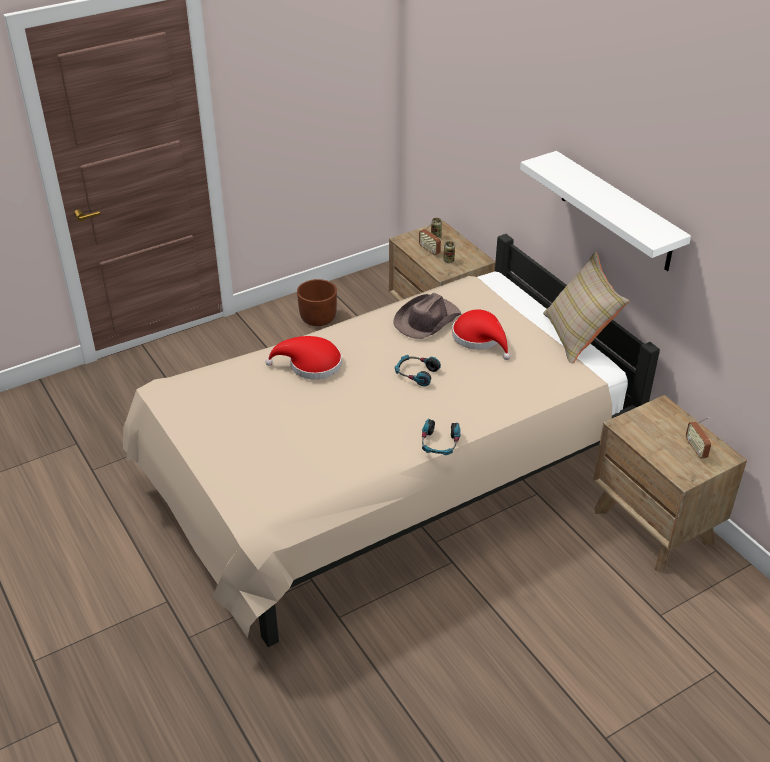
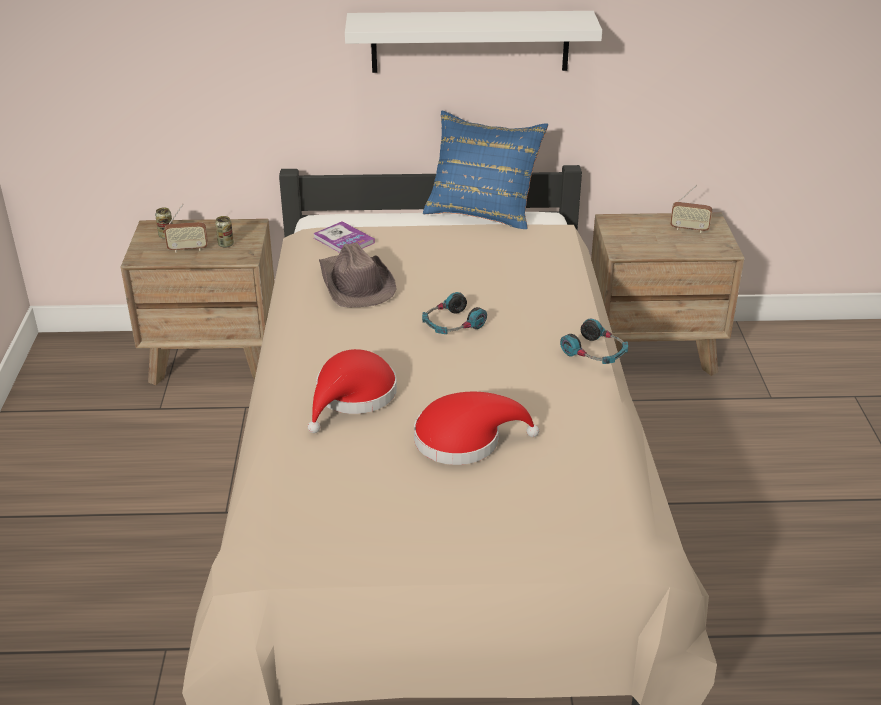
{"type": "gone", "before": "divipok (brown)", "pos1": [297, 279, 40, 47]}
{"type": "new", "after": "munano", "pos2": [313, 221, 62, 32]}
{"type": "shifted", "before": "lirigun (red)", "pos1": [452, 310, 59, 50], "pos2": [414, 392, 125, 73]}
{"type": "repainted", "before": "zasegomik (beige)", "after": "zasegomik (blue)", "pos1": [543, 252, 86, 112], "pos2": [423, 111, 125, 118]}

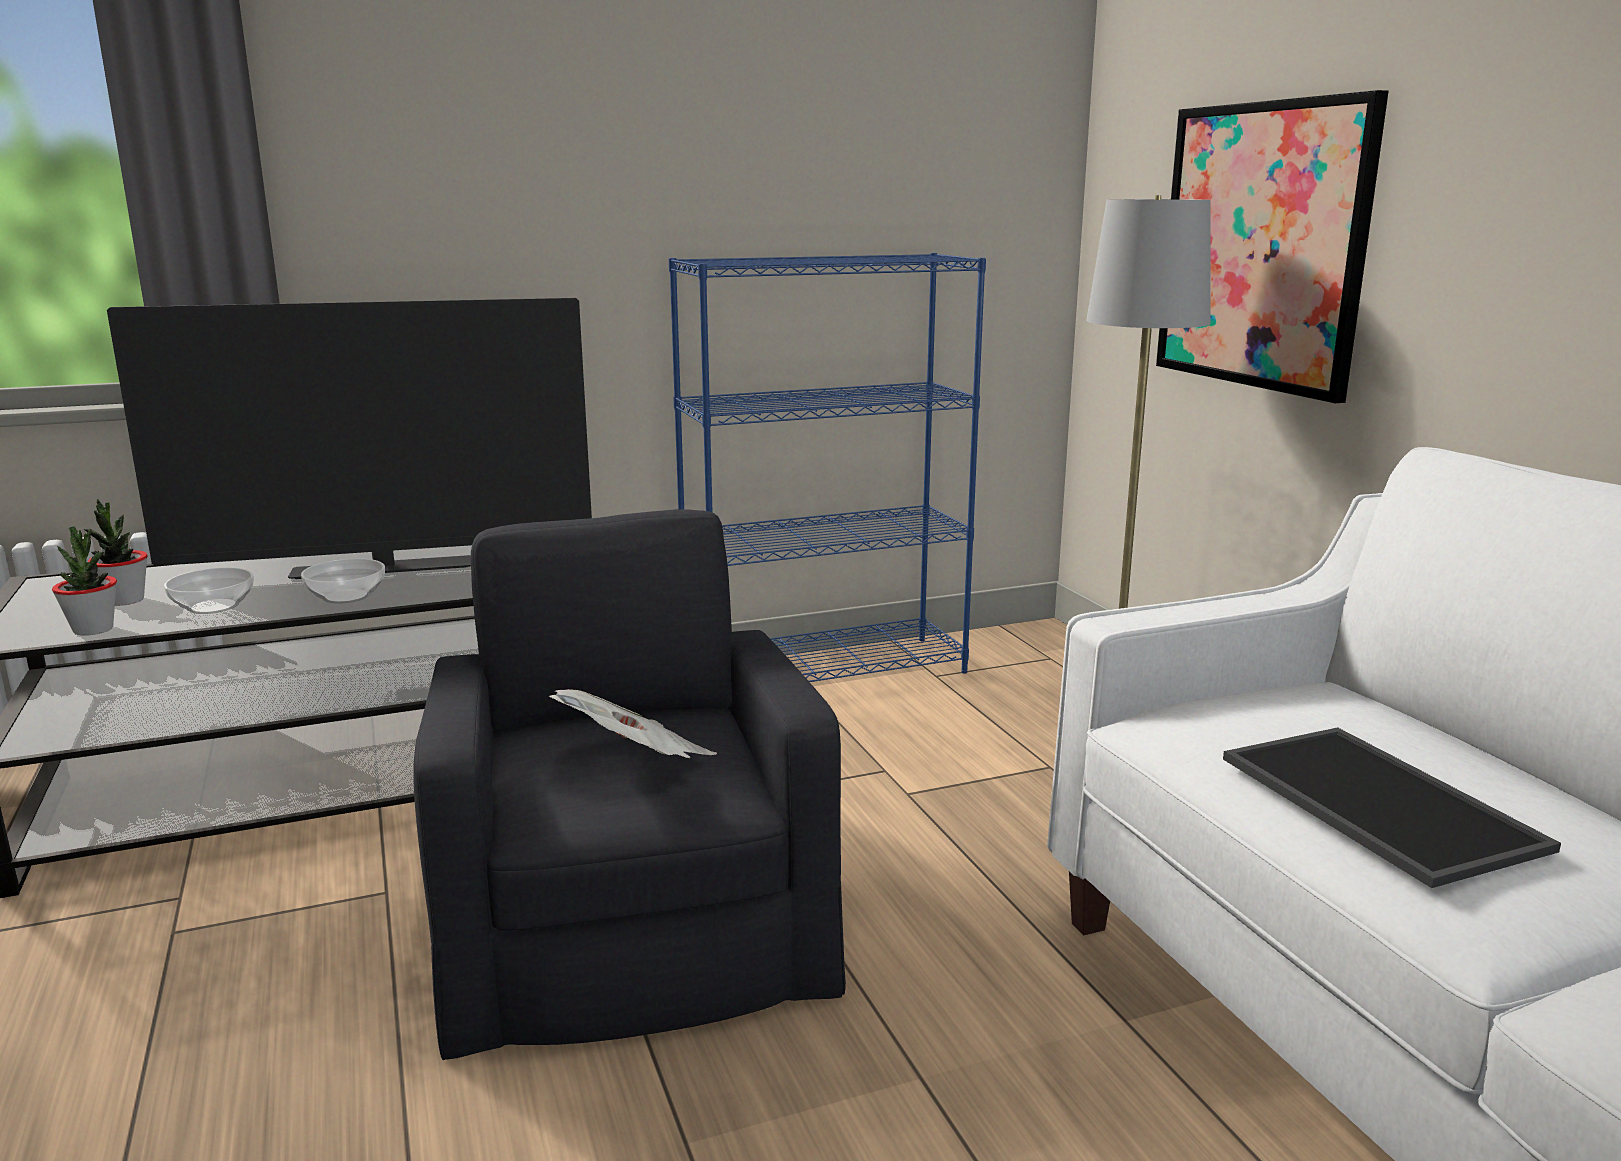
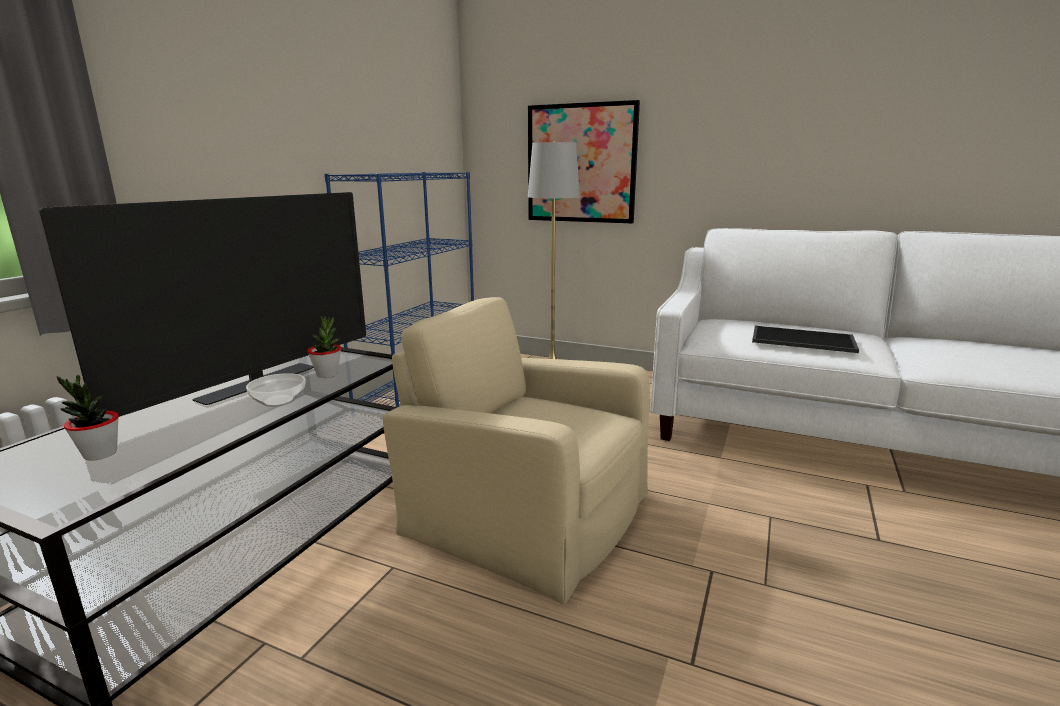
{"type": "gone", "before": "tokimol", "pos1": [164, 567, 90, 47]}
{"type": "gone", "before": "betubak", "pos1": [549, 689, 168, 69]}
{"type": "shifted", "before": "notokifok", "pos1": [52, 526, 65, 110], "pos2": [307, 315, 34, 63]}
{"type": "repainted", "before": "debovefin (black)", "after": "debovefin (beige)", "pos1": [414, 509, 432, 551], "pos2": [383, 297, 267, 307]}

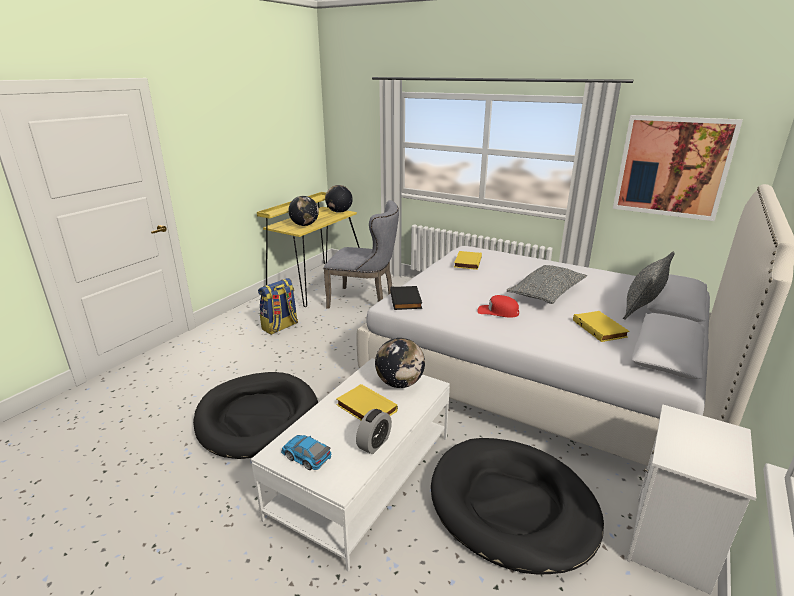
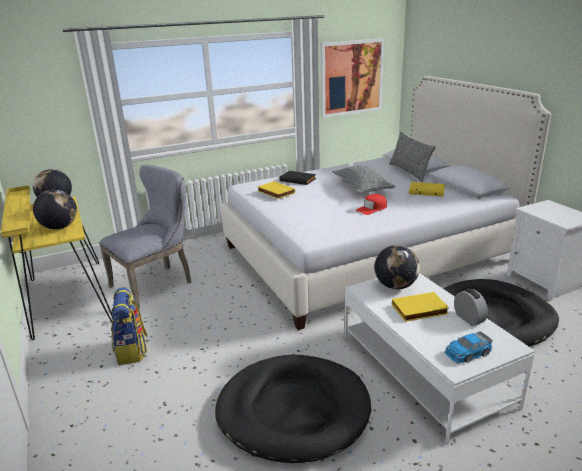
{"type": "shifted", "before": "munano (black)", "pos1": [390, 286, 32, 24], "pos2": [279, 171, 37, 14]}

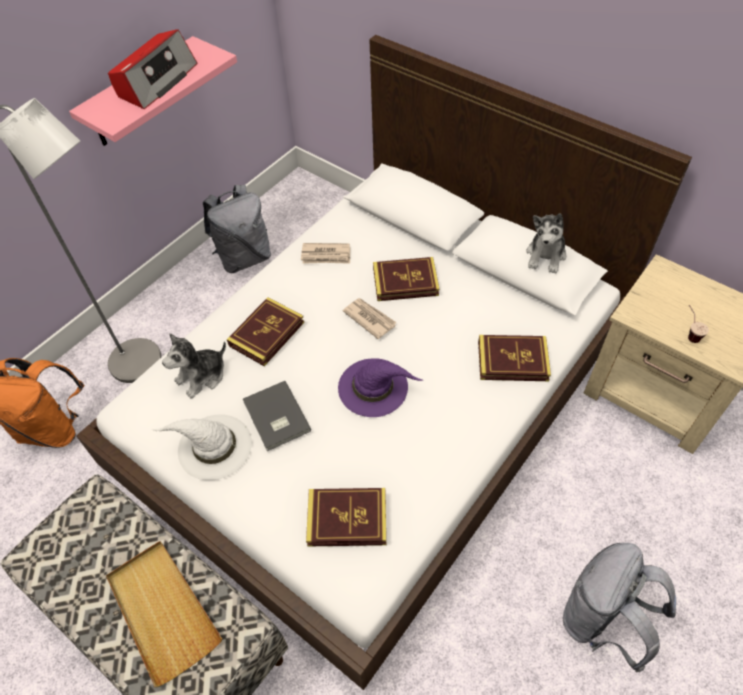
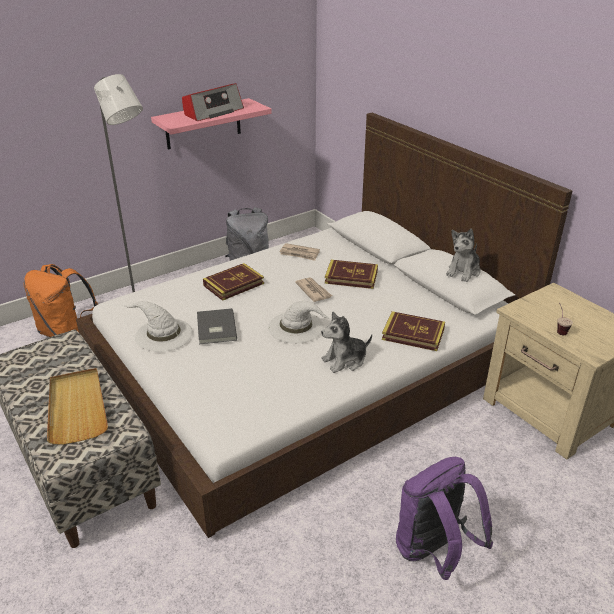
{"type": "gone", "before": "munano", "pos1": [306, 488, 80, 58]}
{"type": "shifted", "before": "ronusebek", "pos1": [162, 333, 64, 66], "pos2": [321, 311, 51, 62]}
{"type": "repainted", "before": "lirigun (purple)", "after": "lirigun (white)", "pos1": [338, 358, 85, 59], "pos2": [268, 301, 62, 43]}
{"type": "repainted", "before": "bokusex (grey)", "after": "bokusex (purple)", "pos1": [563, 543, 113, 130], "pos2": [396, 457, 97, 123]}

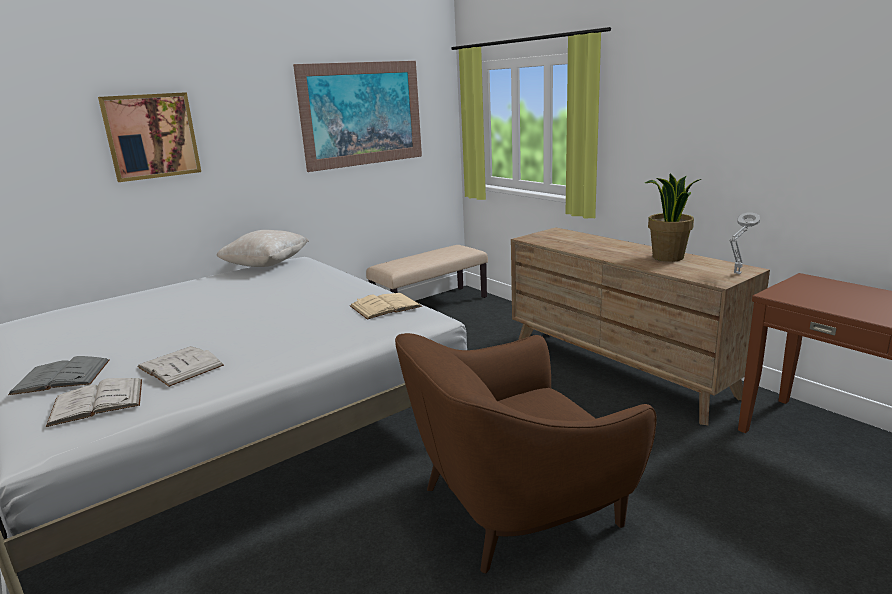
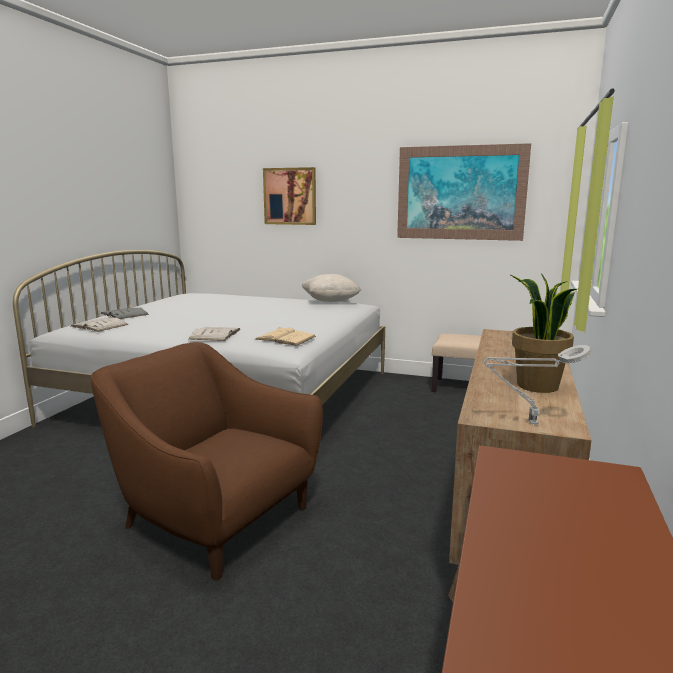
{"type": "shifted", "before": "munano (white)", "pos1": [137, 346, 87, 41], "pos2": [188, 327, 53, 14]}

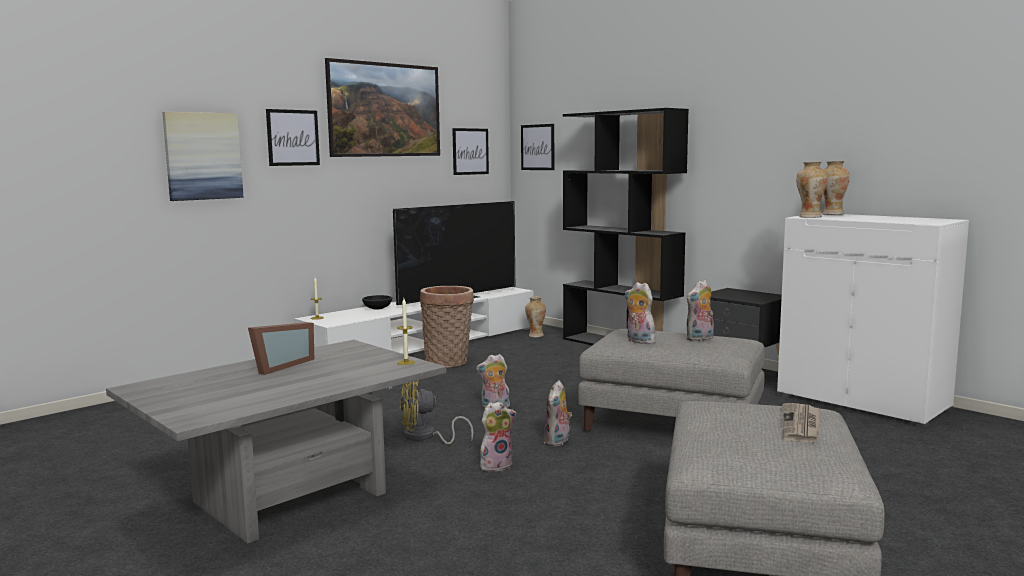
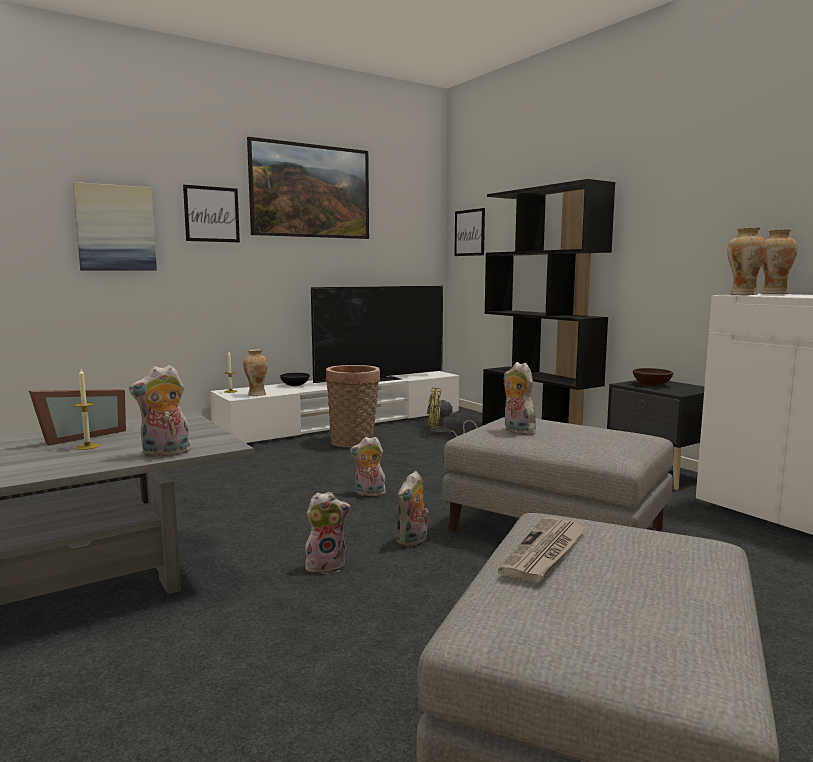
{"type": "gone", "before": "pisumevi", "pos1": [452, 128, 37, 47]}
{"type": "new", "after": "tokimol (brown)", "pos2": [633, 368, 41, 18]}
{"type": "shifted", "before": "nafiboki", "pos1": [397, 299, 18, 66], "pos2": [74, 369, 26, 81]}
{"type": "shifted", "before": "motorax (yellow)", "pos1": [400, 380, 74, 65], "pos2": [427, 387, 51, 50]}
{"type": "shifted", "before": "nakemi", "pos1": [525, 296, 21, 41], "pos2": [243, 349, 25, 47]}
{"type": "shifted", "before": "ronusebek", "pos1": [687, 280, 27, 61], "pos2": [129, 365, 62, 93]}
{"type": "shifted", "before": "betubak", "pos1": [782, 403, 37, 40], "pos2": [498, 517, 89, 66]}

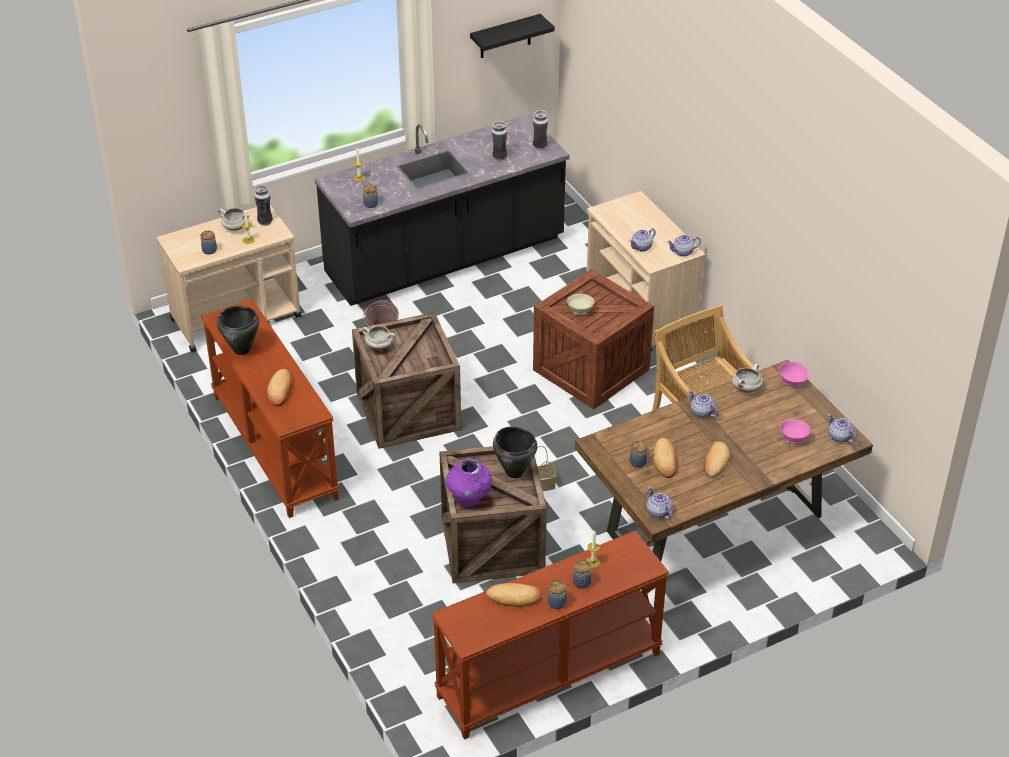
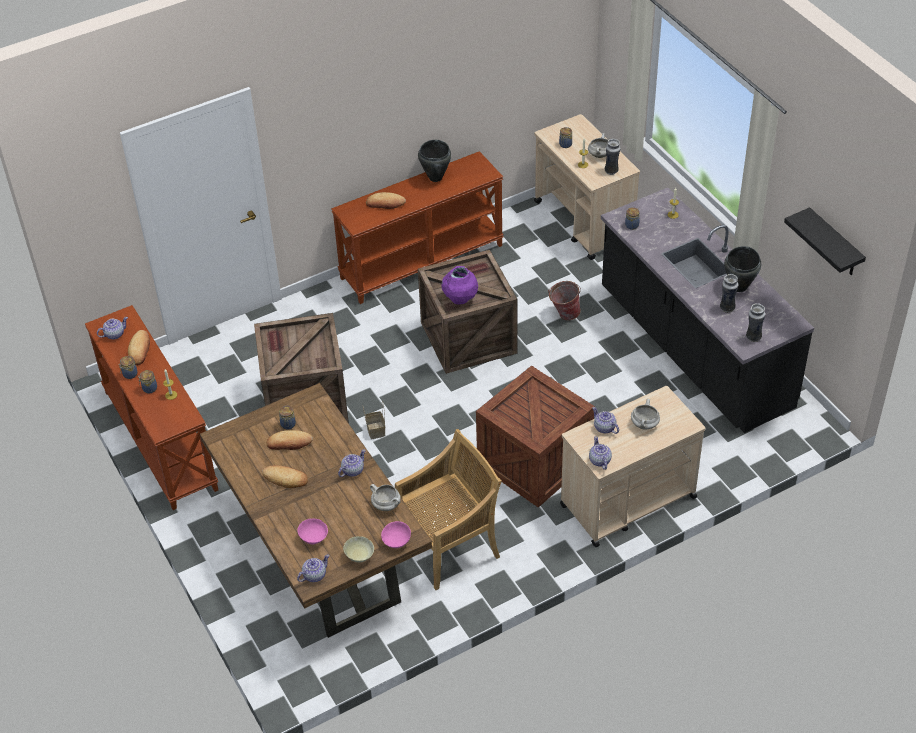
{"type": "shifted", "before": "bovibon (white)", "pos1": [362, 326, 33, 24], "pos2": [631, 399, 29, 30]}
{"type": "shifted", "before": "nakemi (purple)", "pos1": [446, 458, 46, 49], "pos2": [441, 266, 37, 39]}
{"type": "shifted", "before": "bovibon (black)", "pos1": [493, 426, 44, 52], "pos2": [724, 246, 37, 46]}
{"type": "shifted", "before": "tokimol (beige)", "pos1": [567, 294, 28, 21], "pos2": [343, 536, 31, 27]}
{"type": "shifted", "before": "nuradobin", "pos1": [647, 487, 26, 33], "pos2": [97, 317, 31, 22]}

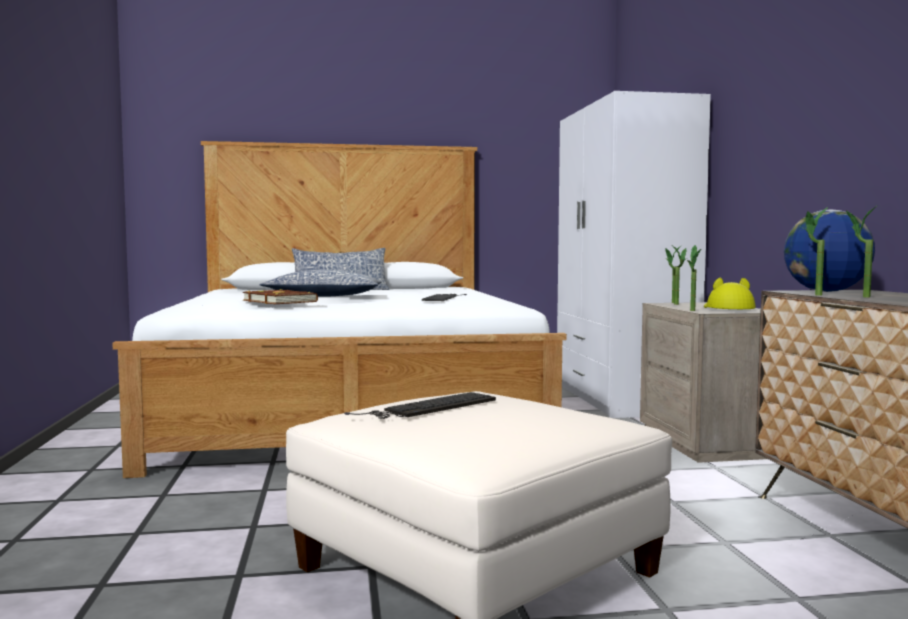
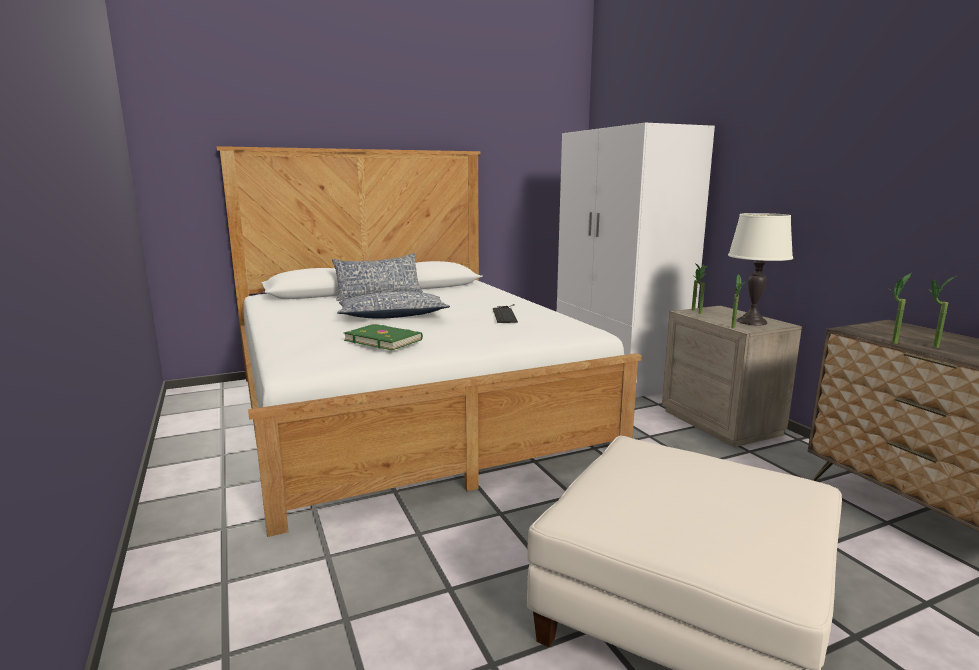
{"type": "gone", "before": "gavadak", "pos1": [344, 392, 152, 27]}
{"type": "gone", "before": "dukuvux", "pos1": [784, 209, 91, 83]}
{"type": "swapped", "before": "lirigun (yellow)", "after": "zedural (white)", "pos1": [704, 278, 52, 31], "pos2": [728, 213, 65, 113]}
{"type": "repainted", "before": "munano (brown)", "after": "munano (green)", "pos1": [243, 289, 75, 15], "pos2": [344, 324, 79, 26]}

